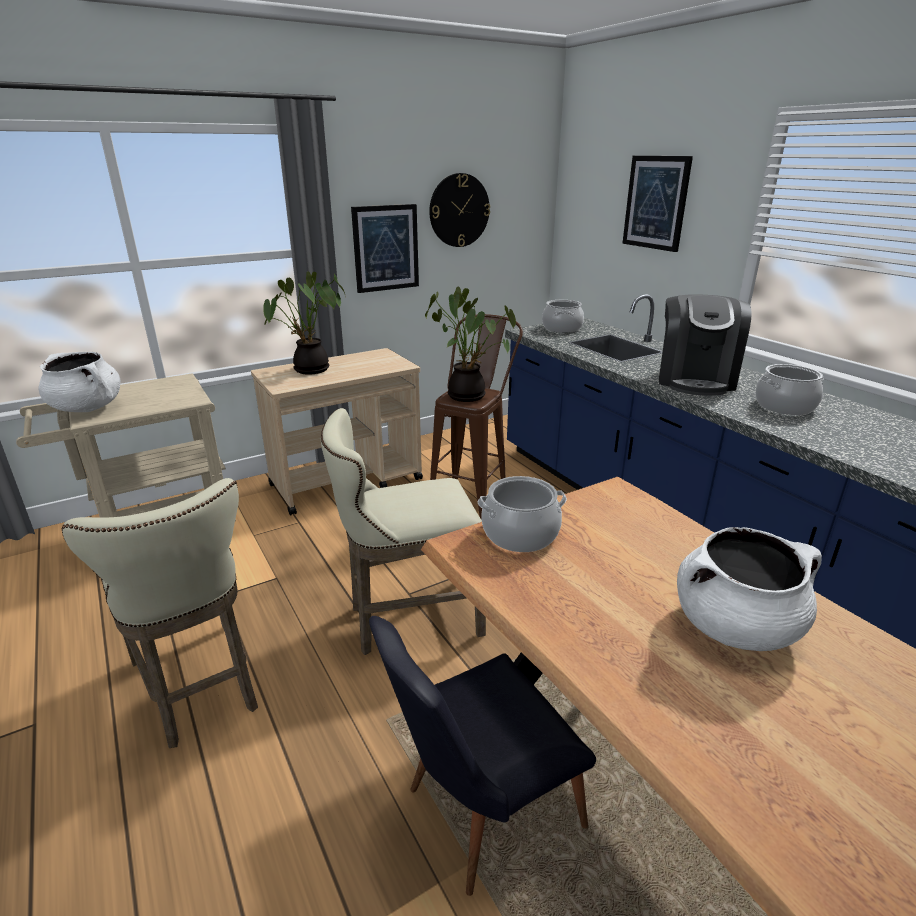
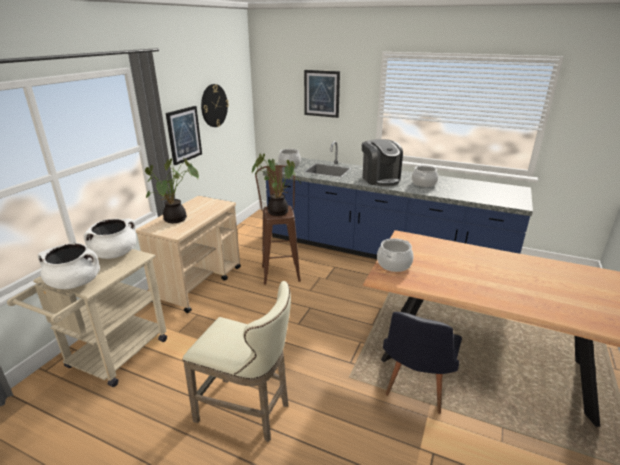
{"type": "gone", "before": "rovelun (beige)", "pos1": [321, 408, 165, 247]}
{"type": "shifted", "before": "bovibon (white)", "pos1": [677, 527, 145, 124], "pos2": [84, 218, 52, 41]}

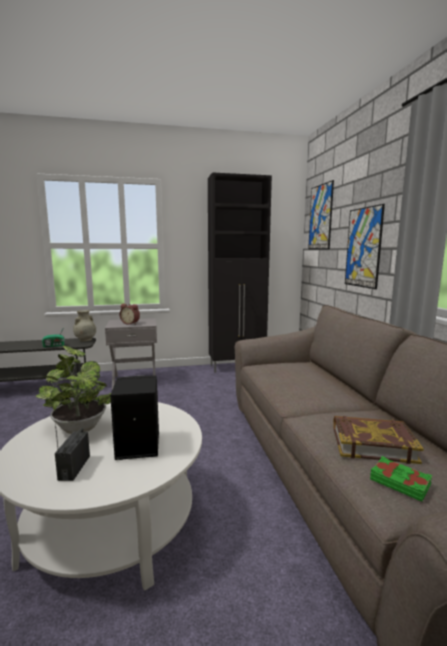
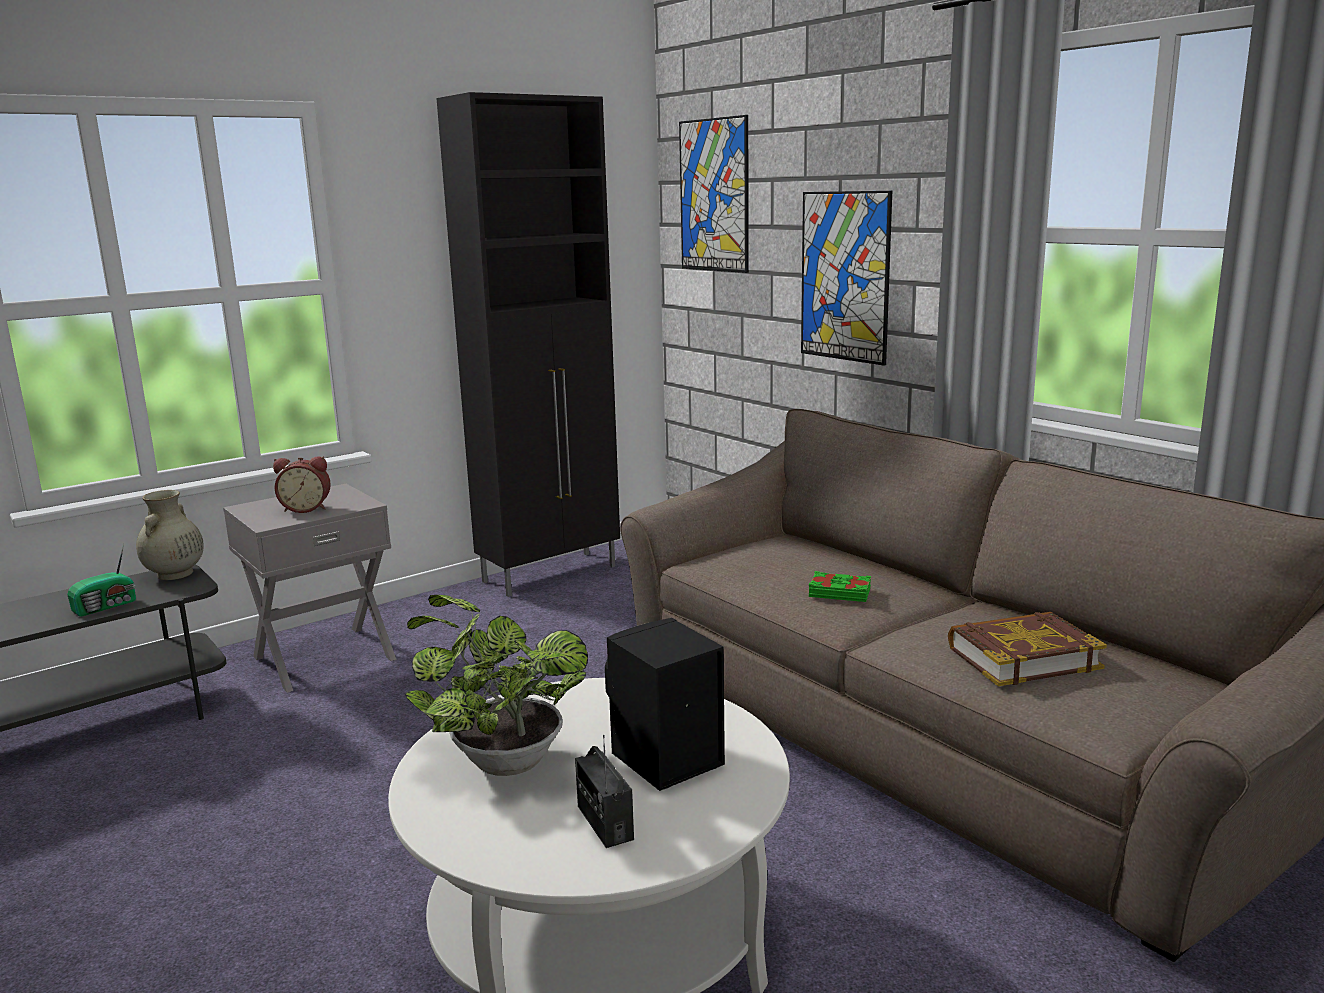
{"type": "shifted", "before": "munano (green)", "pos1": [370, 456, 62, 46], "pos2": [809, 571, 62, 31]}

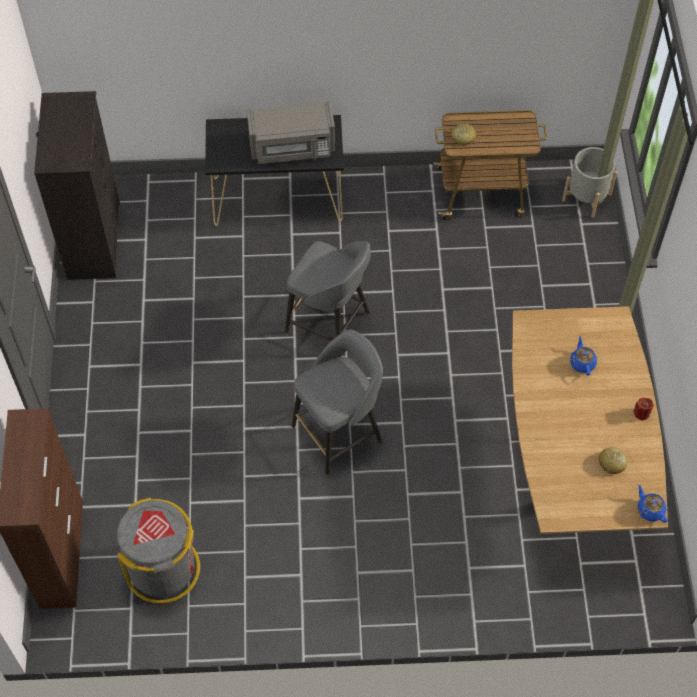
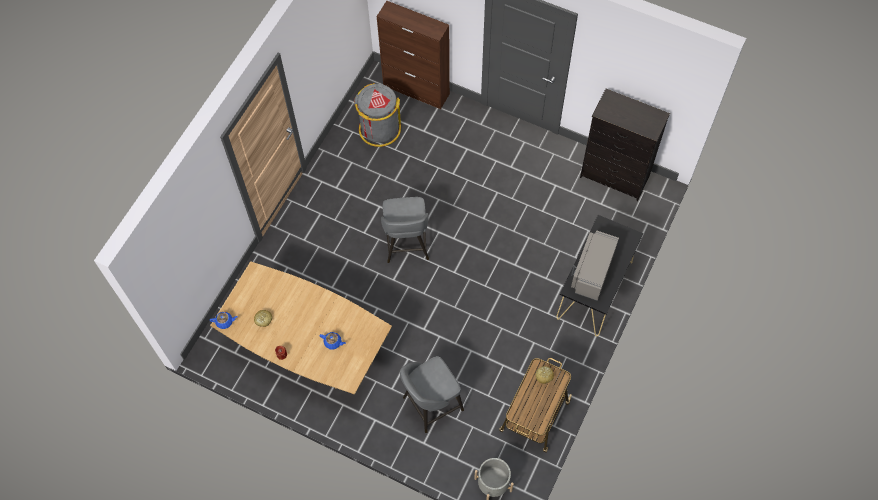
{"type": "shifted", "before": "rovelun (grey)", "pos1": [285, 241, 86, 100], "pos2": [400, 356, 64, 77]}

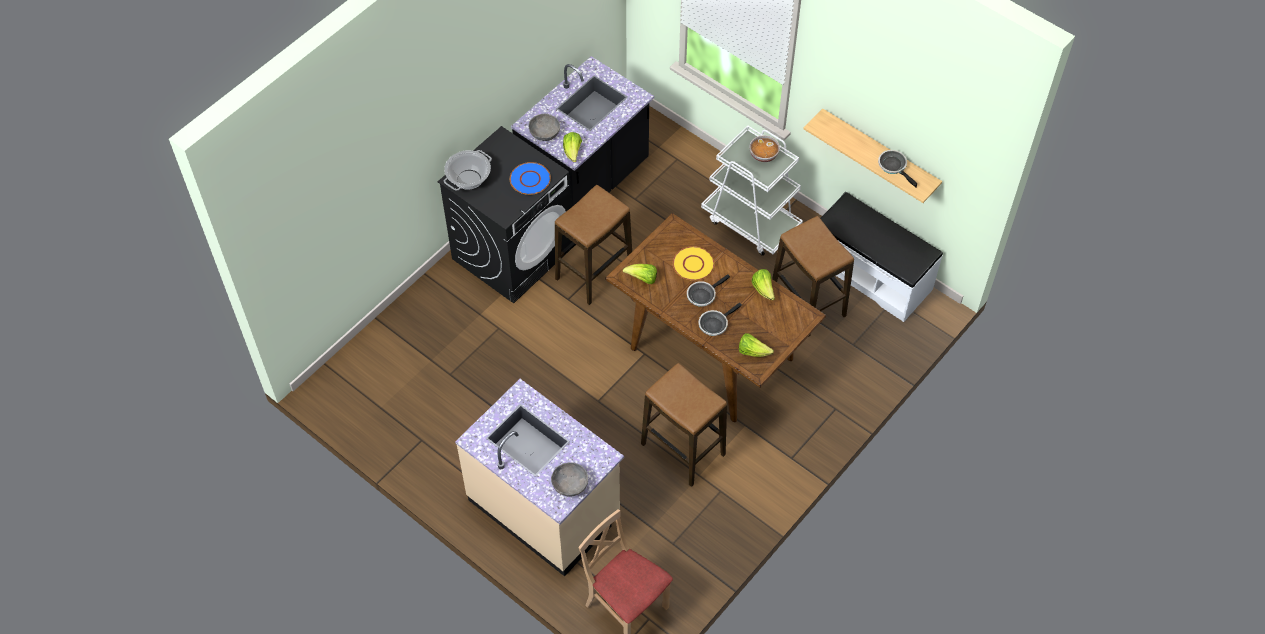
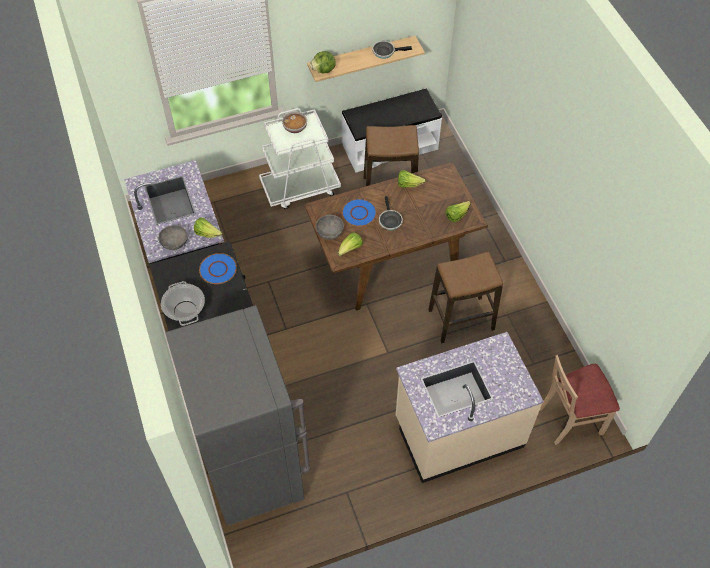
{"type": "gone", "before": "rovelun", "pos1": [555, 185, 77, 120]}
{"type": "gone", "before": "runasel", "pos1": [699, 303, 43, 33]}
{"type": "new", "after": "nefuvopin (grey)", "pos2": [165, 305, 145, 220]}
{"type": "new", "after": "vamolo", "pos2": [310, 51, 26, 22]}
{"type": "shifted", "before": "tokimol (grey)", "pos1": [551, 462, 37, 35], "pos2": [316, 215, 28, 25]}
{"type": "repainted", "before": "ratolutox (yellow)", "after": "ratolutox (blue)", "pos1": [673, 246, 41, 35], "pos2": [342, 199, 35, 28]}

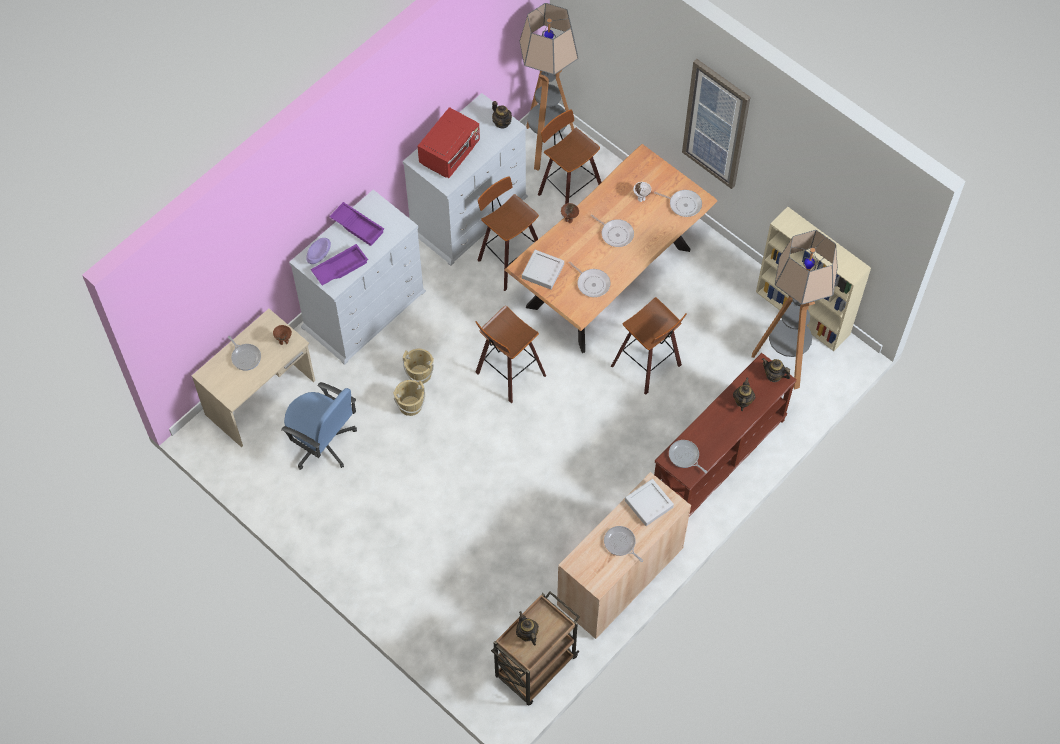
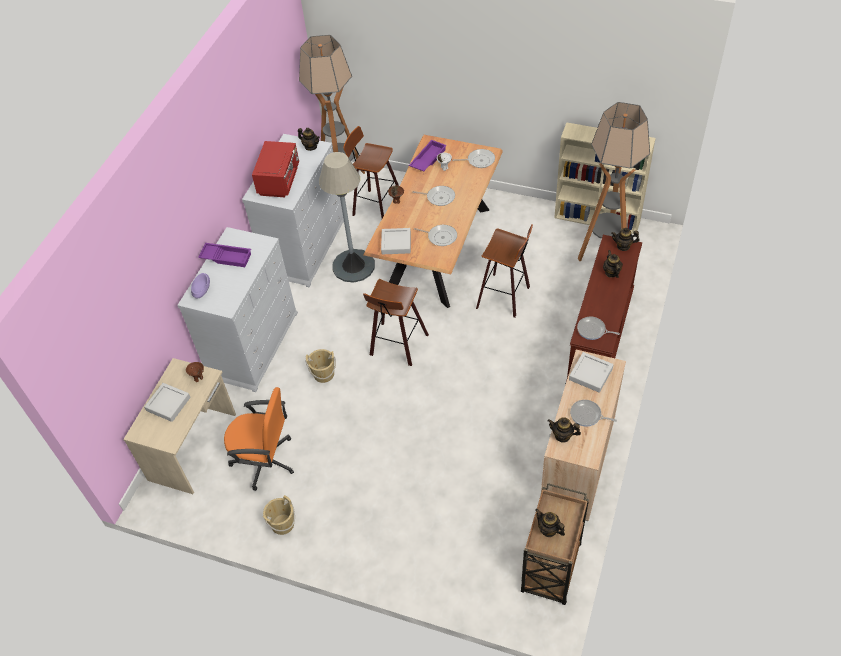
{"type": "gone", "before": "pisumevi", "pos1": [682, 59, 68, 130]}
{"type": "new", "after": "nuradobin", "pos2": [548, 417, 33, 26]}
{"type": "shifted", "before": "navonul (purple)", "pos1": [311, 244, 57, 41], "pos2": [409, 140, 38, 32]}
{"type": "shifted", "before": "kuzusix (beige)", "pos1": [393, 380, 32, 36], "pos2": [263, 495, 32, 40]}
{"type": "swapped", "before": "runasel", "after": "navonul (grey)", "pos1": [228, 336, 33, 35], "pos2": [144, 383, 46, 39]}
{"type": "swapped", "before": "rovelun", "after": "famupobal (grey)", "pos1": [477, 176, 62, 115], "pos2": [319, 152, 56, 131]}
{"type": "repainted", "before": "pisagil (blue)", "after": "pisagil (orange)", "pos1": [281, 382, 76, 88], "pos2": [224, 387, 70, 104]}

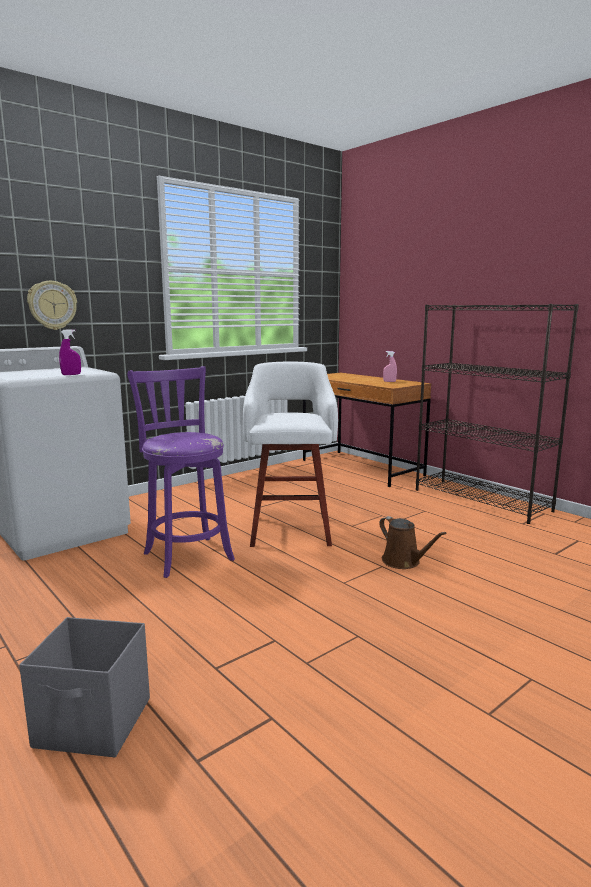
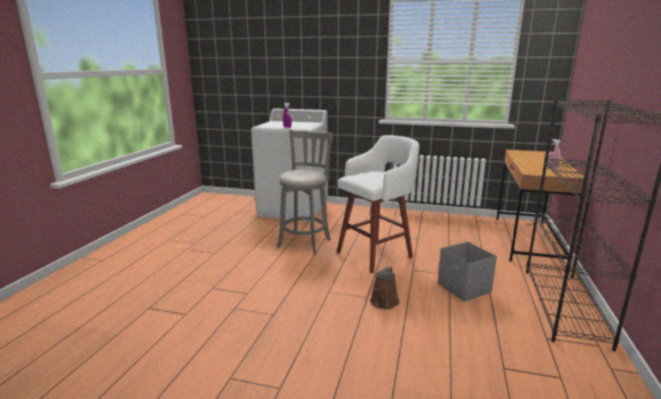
{"type": "gone", "before": "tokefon", "pos1": [27, 281, 50, 49]}
{"type": "shifted", "before": "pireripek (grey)", "pos1": [19, 617, 131, 140], "pos2": [438, 242, 59, 60]}
{"type": "repainted", "before": "rovelun (purple)", "after": "rovelun (grey)", "pos1": [127, 366, 108, 212], "pos2": [277, 130, 57, 125]}

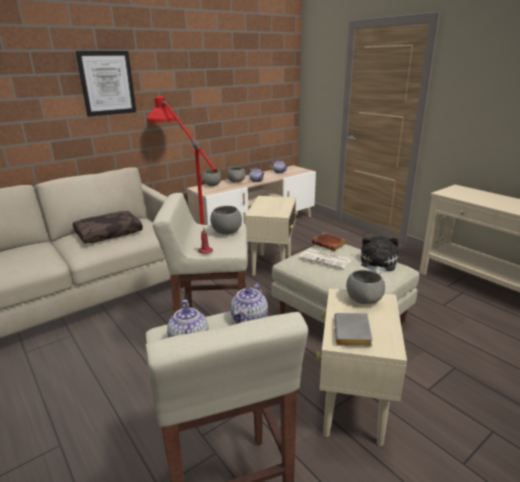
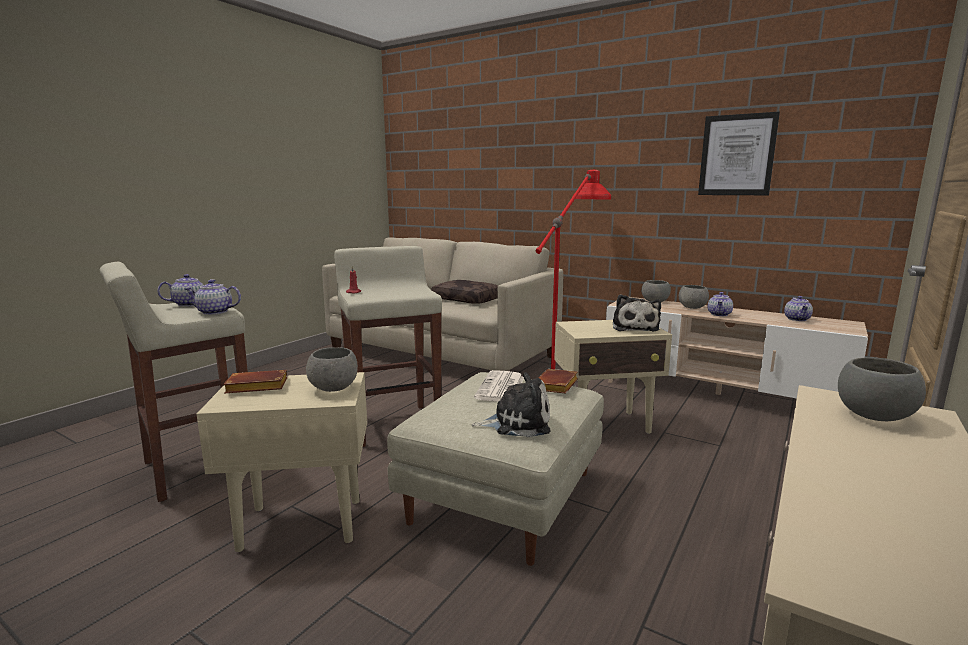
{"type": "new", "after": "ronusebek", "pos2": [613, 294, 48, 37]}
{"type": "shifted", "before": "pisumevi", "pos1": [76, 51, 60, 66], "pos2": [698, 112, 82, 83]}
{"type": "shifted", "before": "tokimol (grey)", "pos1": [210, 206, 32, 29], "pos2": [838, 357, 88, 64]}
{"type": "repainted", "before": "munano (grey)", "after": "munano (brown)", "pos1": [334, 313, 38, 34], "pos2": [223, 370, 64, 23]}

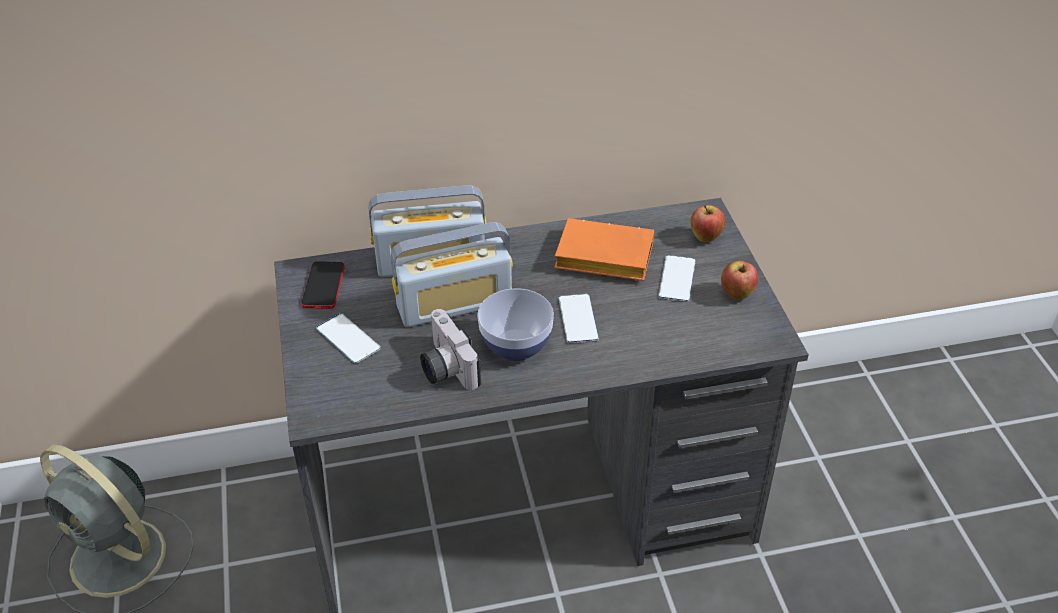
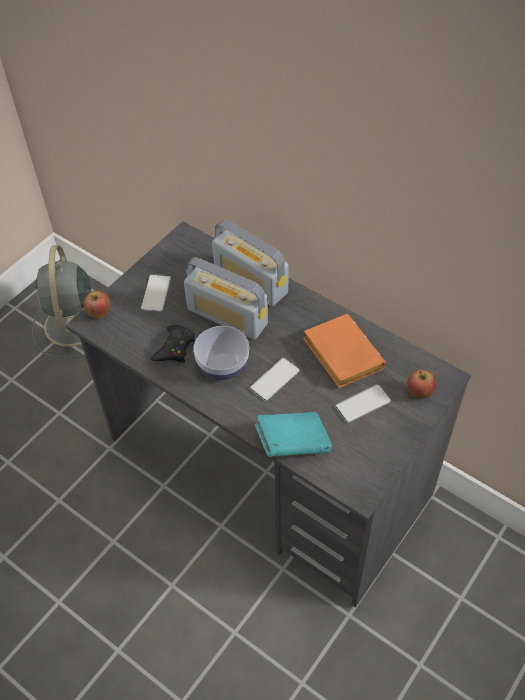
{"type": "gone", "before": "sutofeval", "pos1": [301, 261, 44, 48]}
{"type": "new", "after": "munano (turquoise)", "pos2": [255, 412, 77, 45]}
{"type": "shifted", "before": "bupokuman", "pos1": [721, 260, 37, 40], "pos2": [84, 291, 26, 28]}
{"type": "swapped", "before": "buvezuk", "after": "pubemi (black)", "pos1": [420, 309, 61, 81], "pos2": [151, 325, 45, 38]}

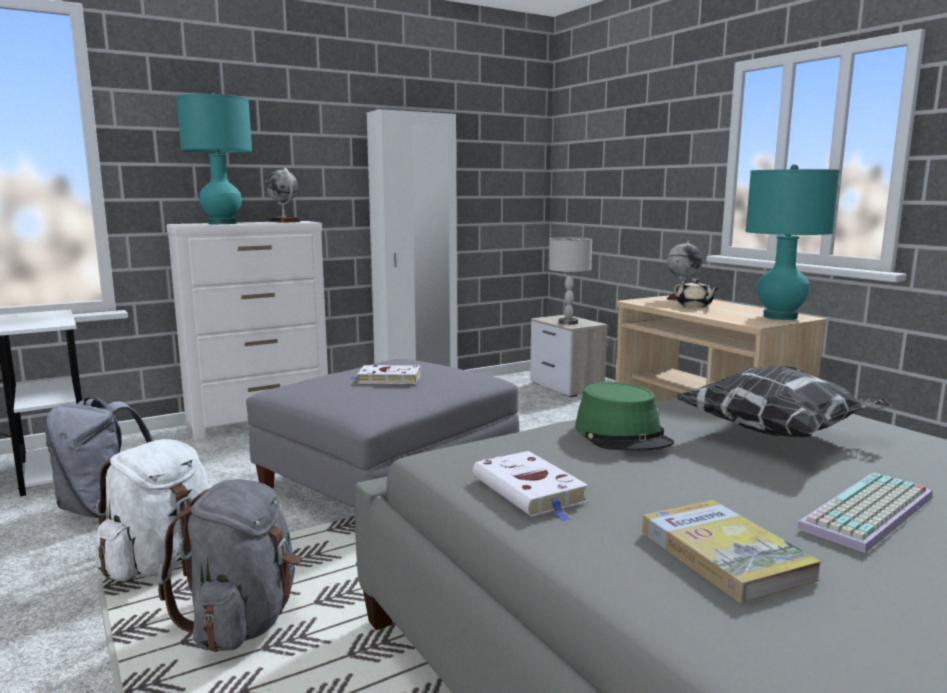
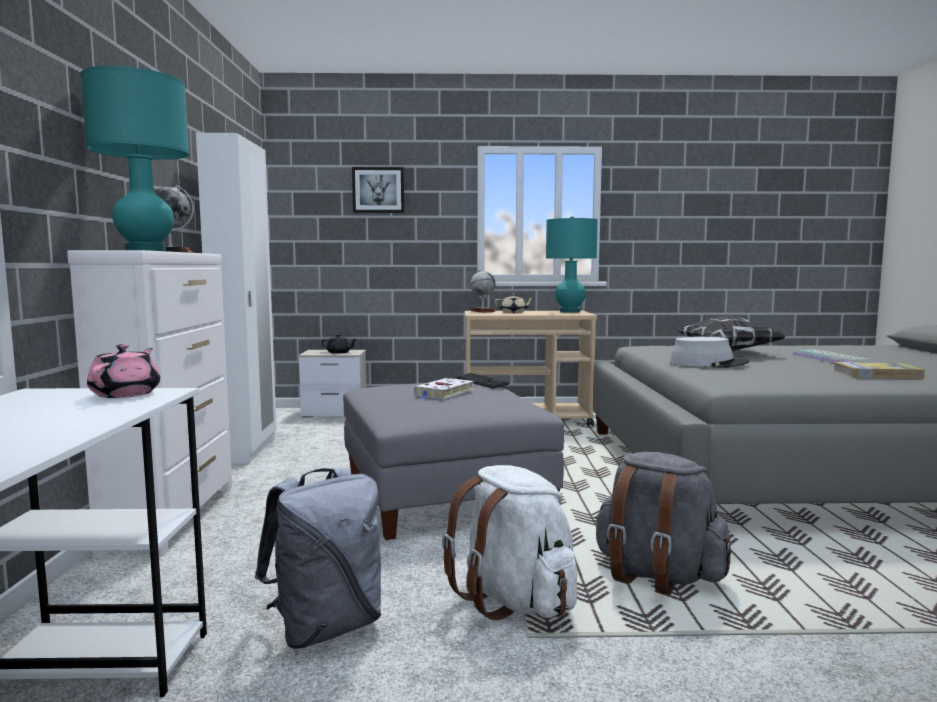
{"type": "gone", "before": "munano (white)", "pos1": [473, 451, 115, 71]}
{"type": "new", "after": "nuradobin (pink)", "pos2": [87, 344, 73, 54]}
{"type": "new", "after": "pisumevi", "pos2": [352, 167, 52, 46]}
{"type": "new", "after": "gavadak", "pos2": [456, 373, 54, 16]}
{"type": "swapped", "before": "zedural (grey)", "after": "nuradobin (black)", "pos1": [548, 237, 44, 88], "pos2": [322, 334, 34, 20]}
{"type": "repainted", "before": "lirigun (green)", "after": "lirigun (grey)", "pos1": [575, 382, 99, 69], "pos2": [670, 337, 79, 31]}

